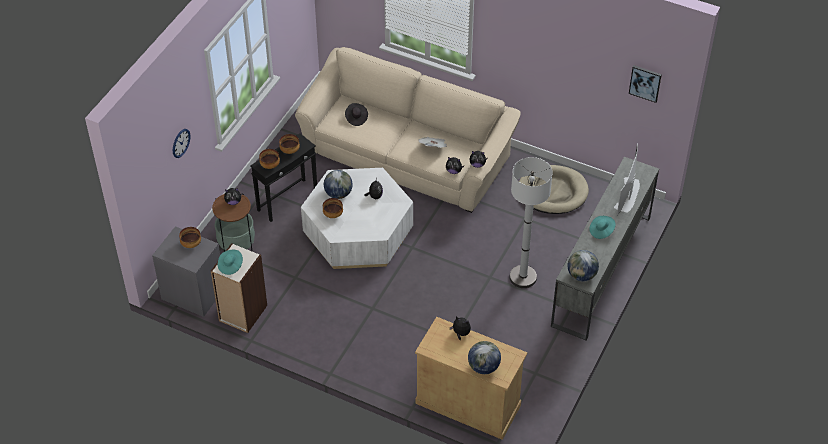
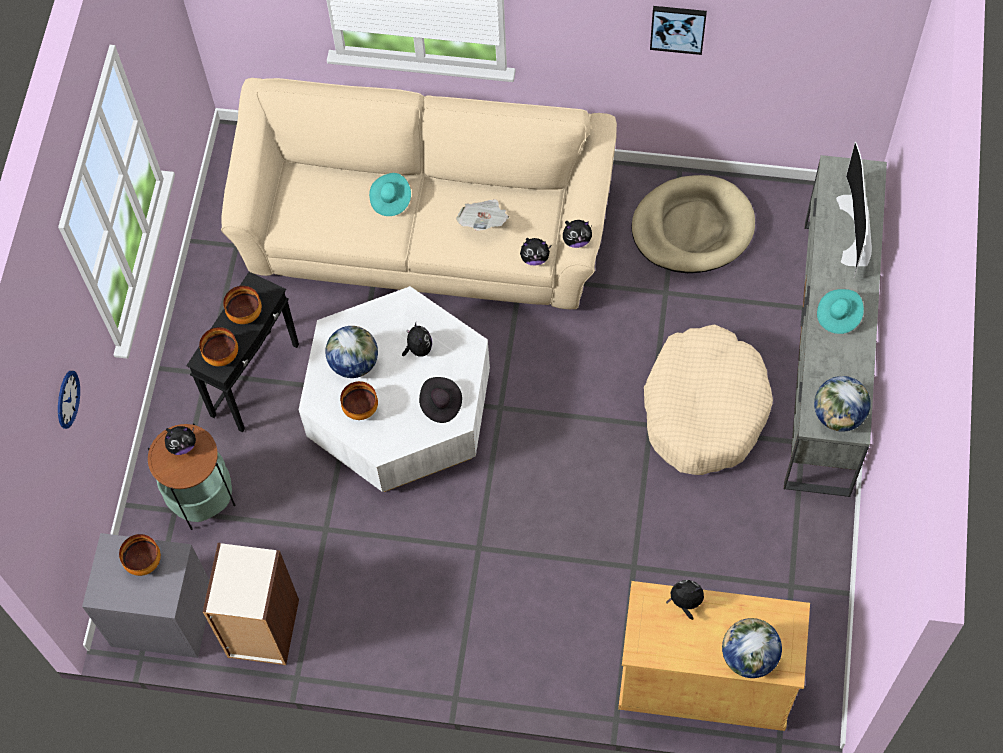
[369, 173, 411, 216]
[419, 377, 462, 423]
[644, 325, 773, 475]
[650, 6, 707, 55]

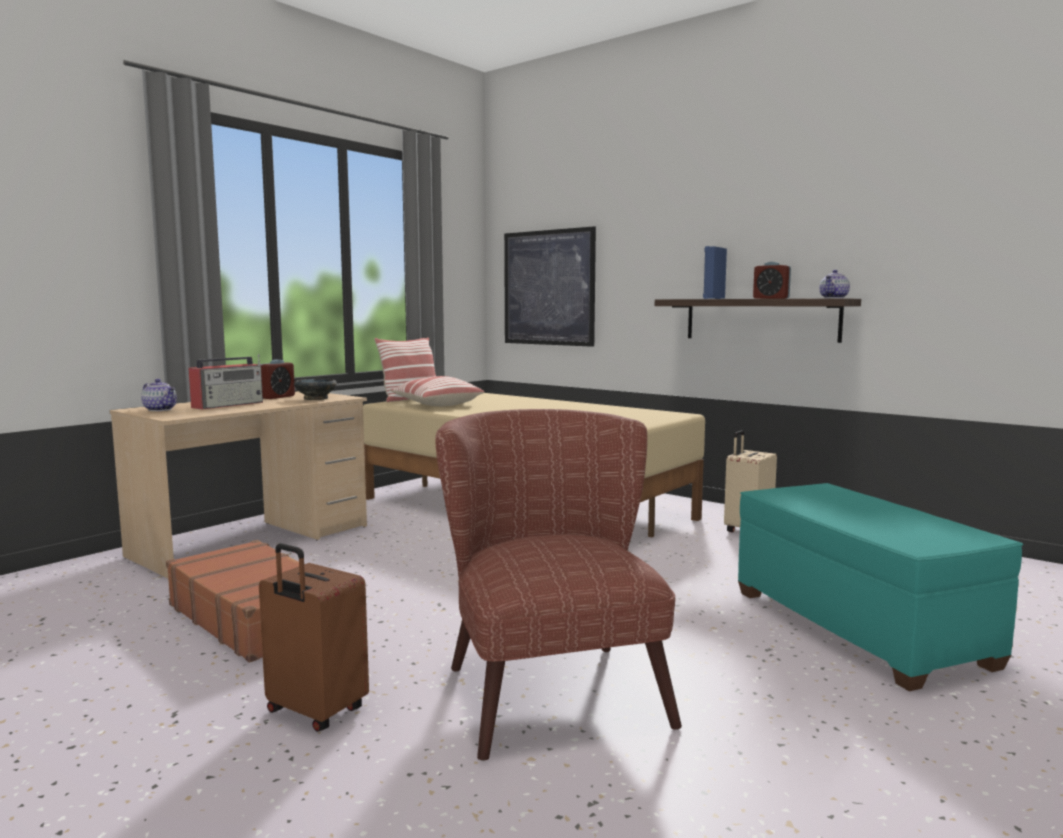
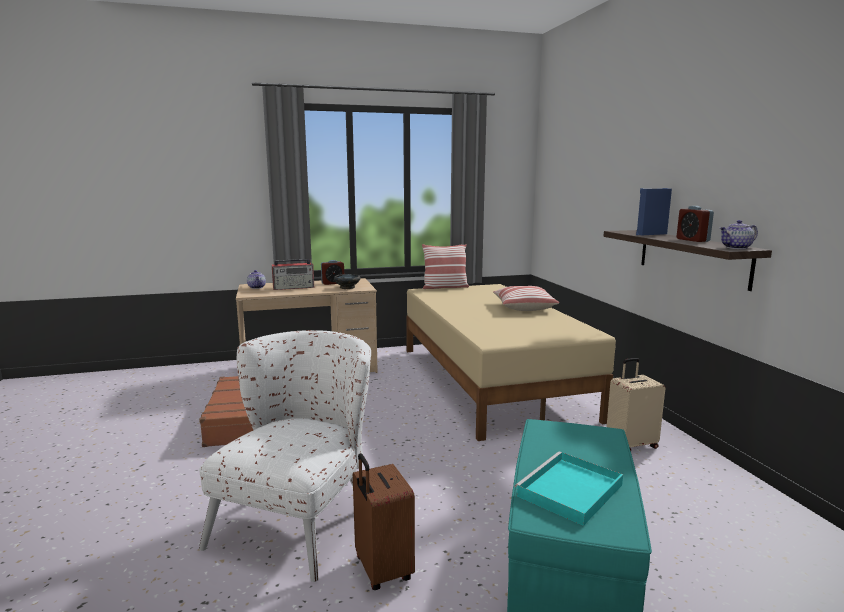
[353, 453, 415, 590]
[493, 286, 559, 311]
[199, 330, 371, 582]
[504, 226, 596, 347] (first image)
[514, 451, 623, 526]

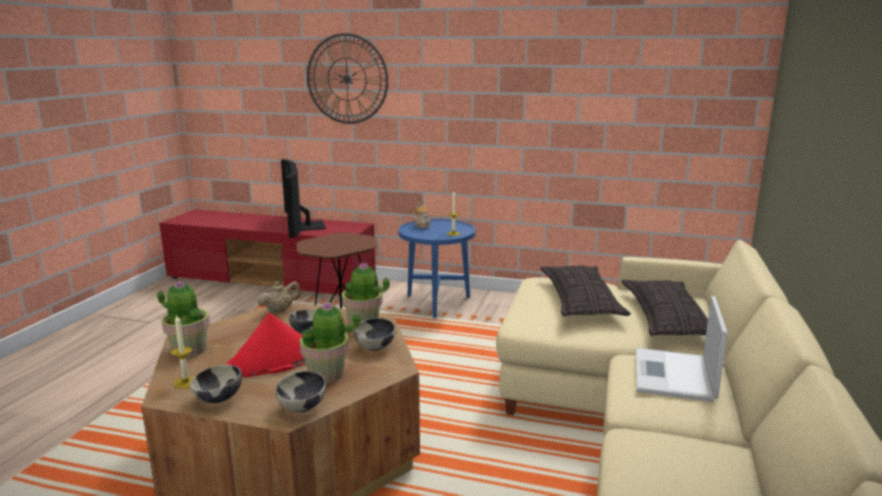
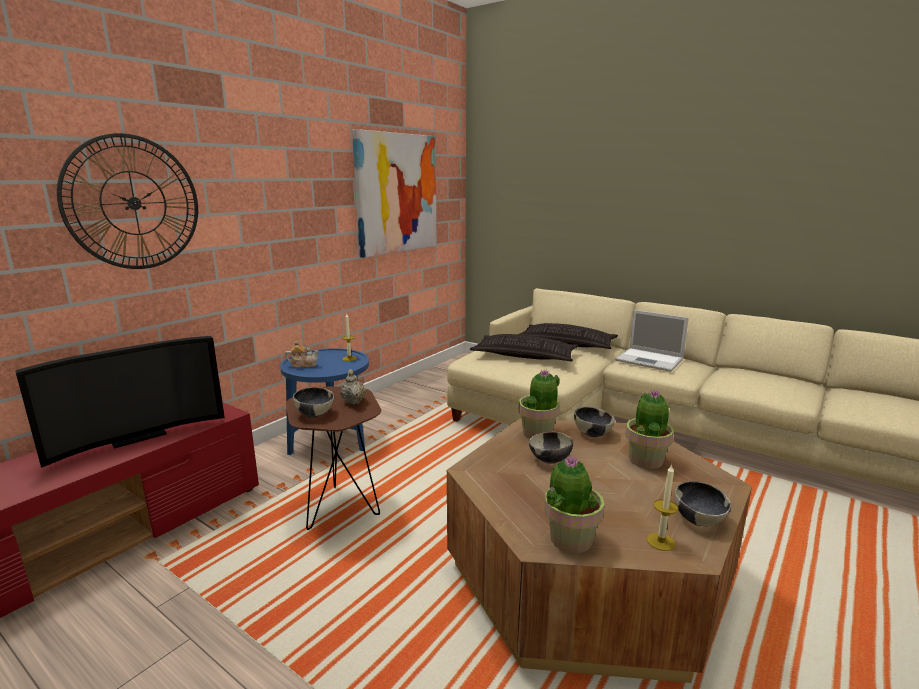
[226, 313, 306, 377] (first image)
[340, 369, 366, 404]
[293, 387, 334, 418]
[15, 336, 225, 468]
[352, 129, 437, 258]

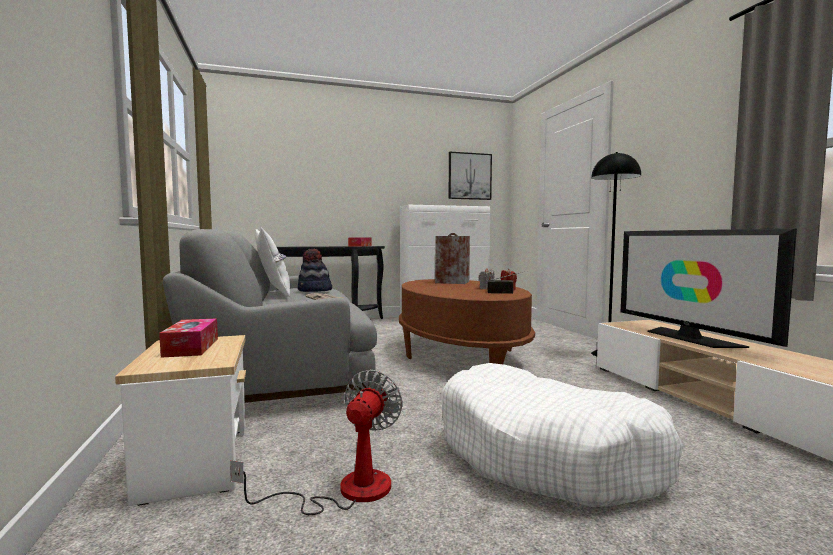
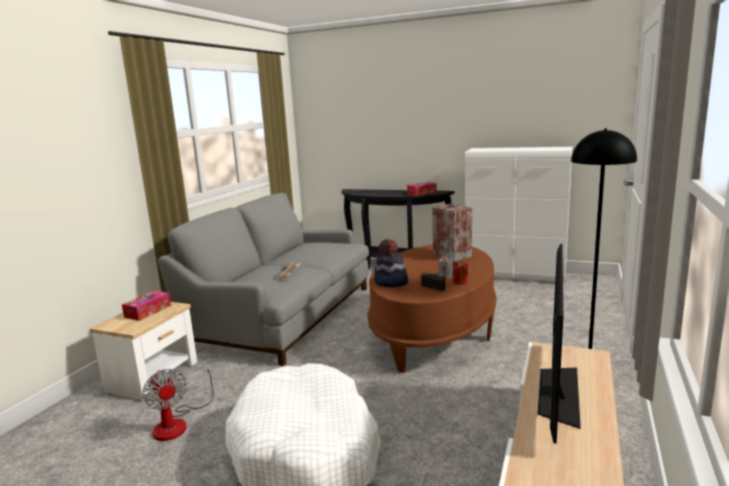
[142, 363, 214, 441]
[255, 228, 290, 297] (first image)
[374, 239, 408, 287]
[449, 152, 492, 200] (first image)

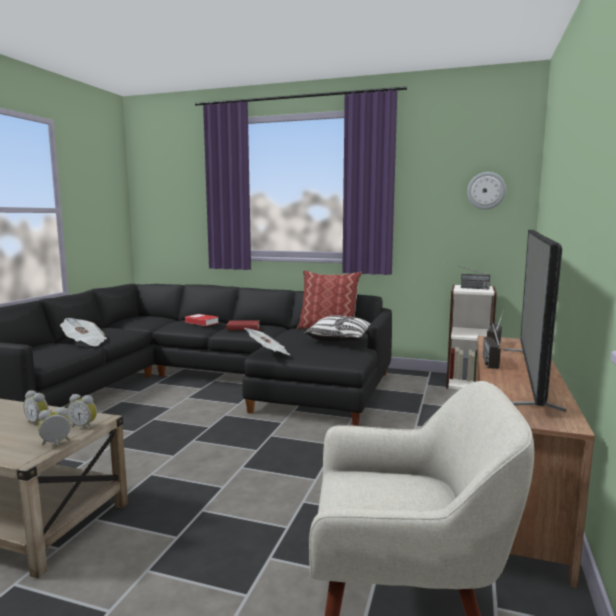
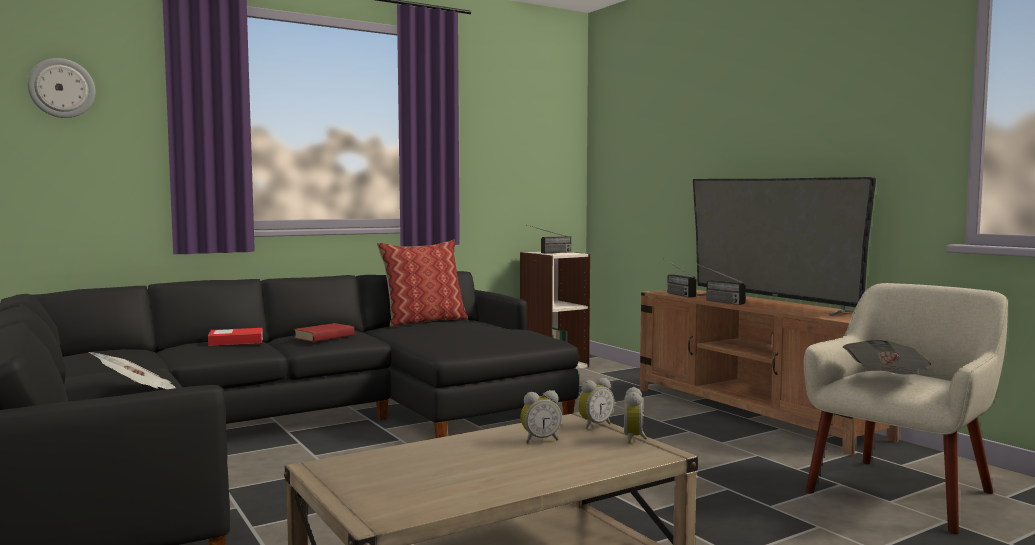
[843, 340, 931, 375]
[305, 315, 371, 341] (first image)
[27, 58, 95, 118]

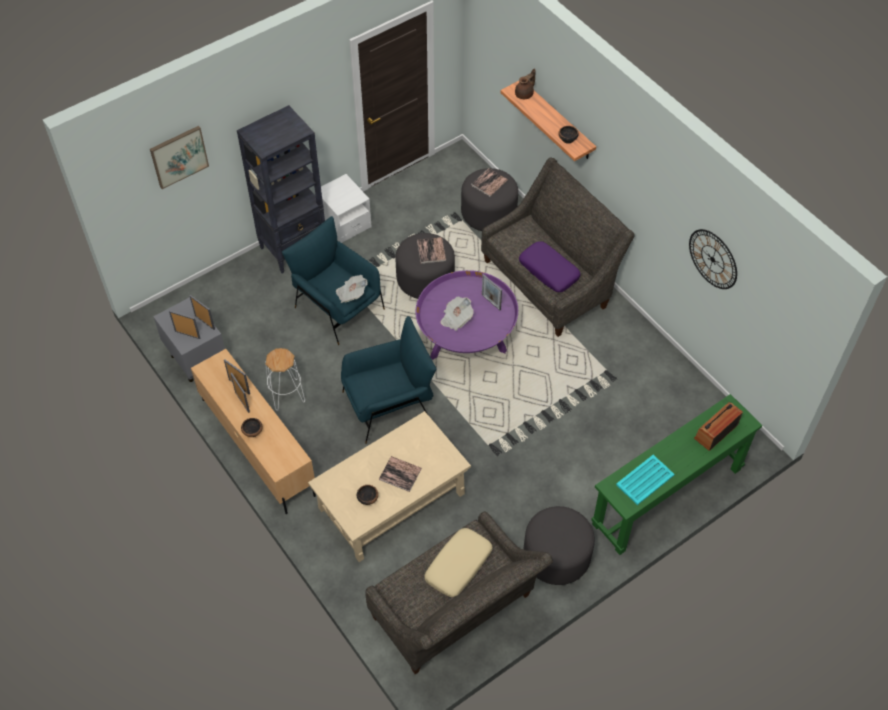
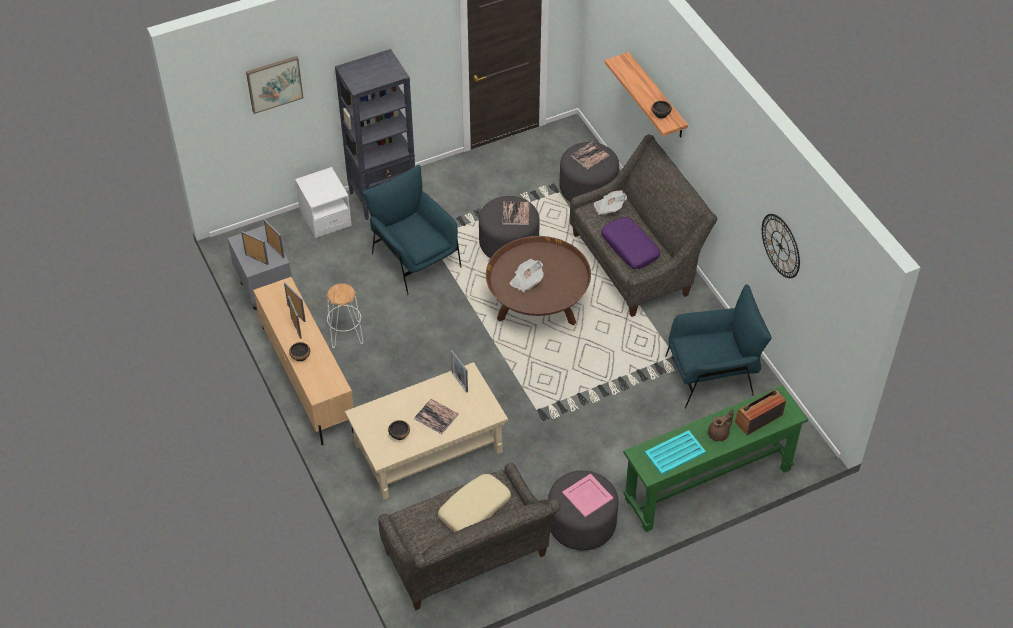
[295, 167, 352, 238]
[594, 190, 627, 215]
[665, 284, 772, 409]
[486, 236, 591, 326]
[451, 351, 468, 392]
[708, 409, 734, 441]
[562, 474, 614, 517]

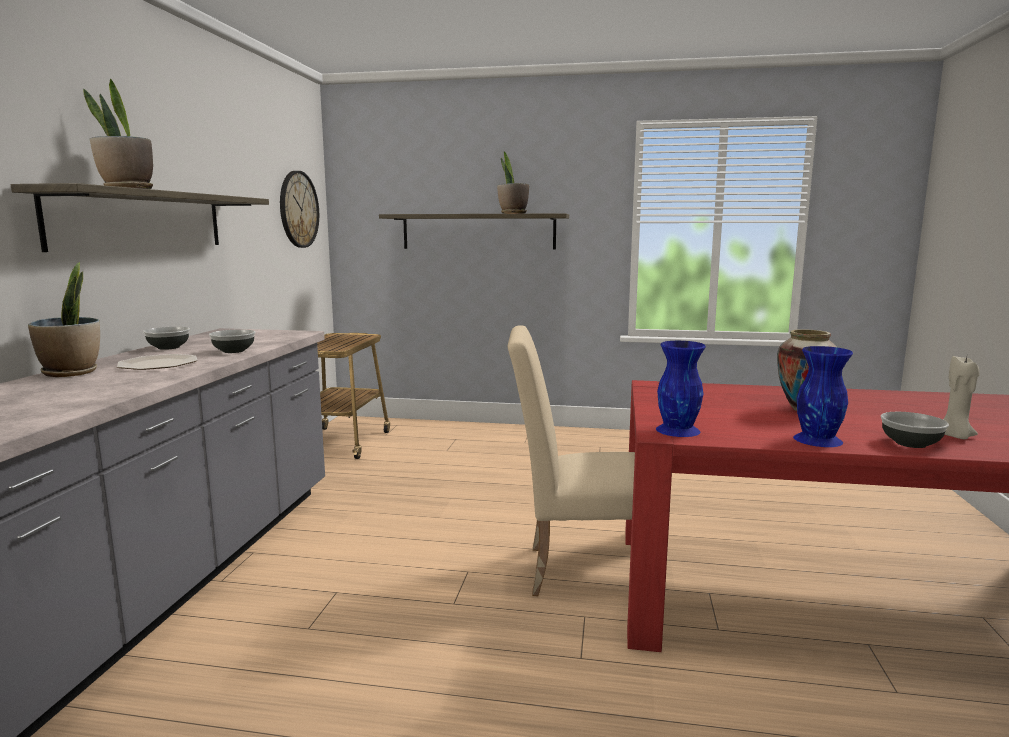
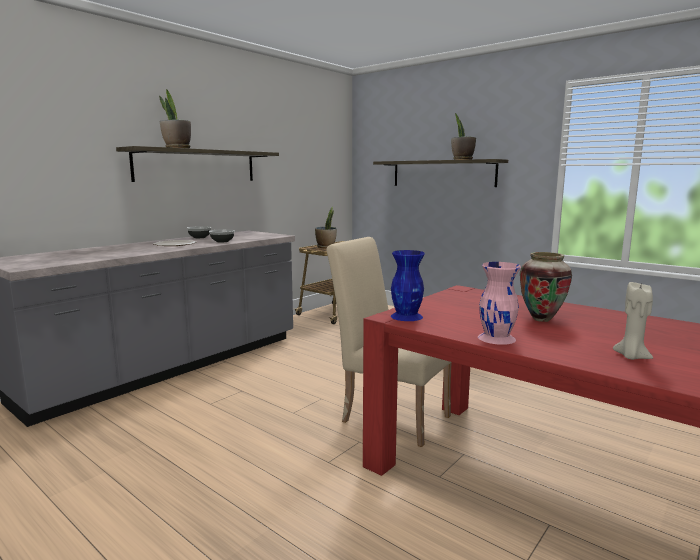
[315, 207, 337, 248]
[280, 171, 319, 248] (first image)
[478, 262, 521, 345]
[881, 412, 949, 448] (first image)

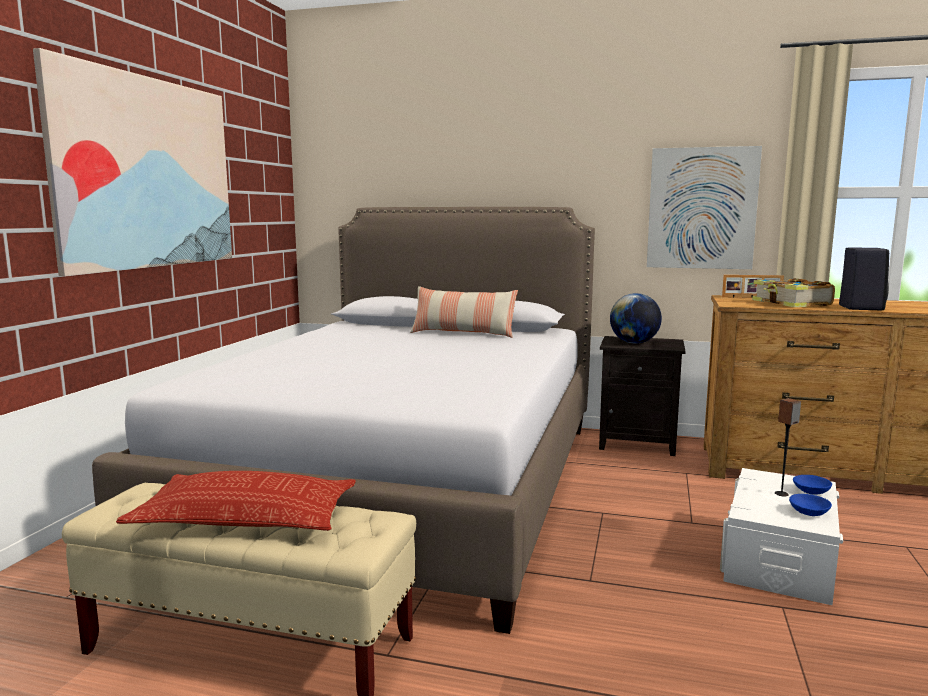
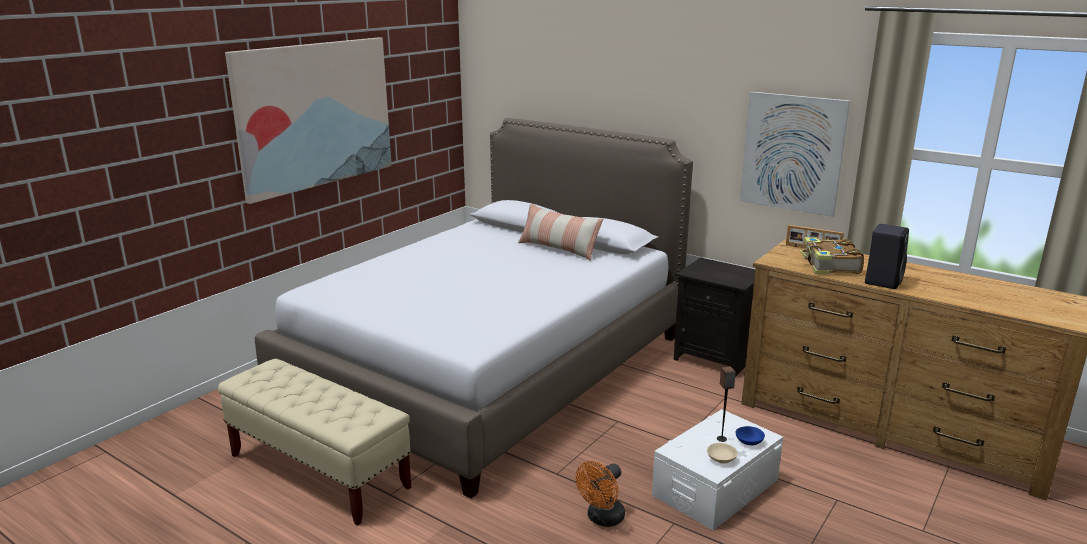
[116, 471, 356, 531] (first image)
[610, 293, 662, 344] (first image)
[707, 443, 738, 464]
[576, 461, 625, 527]

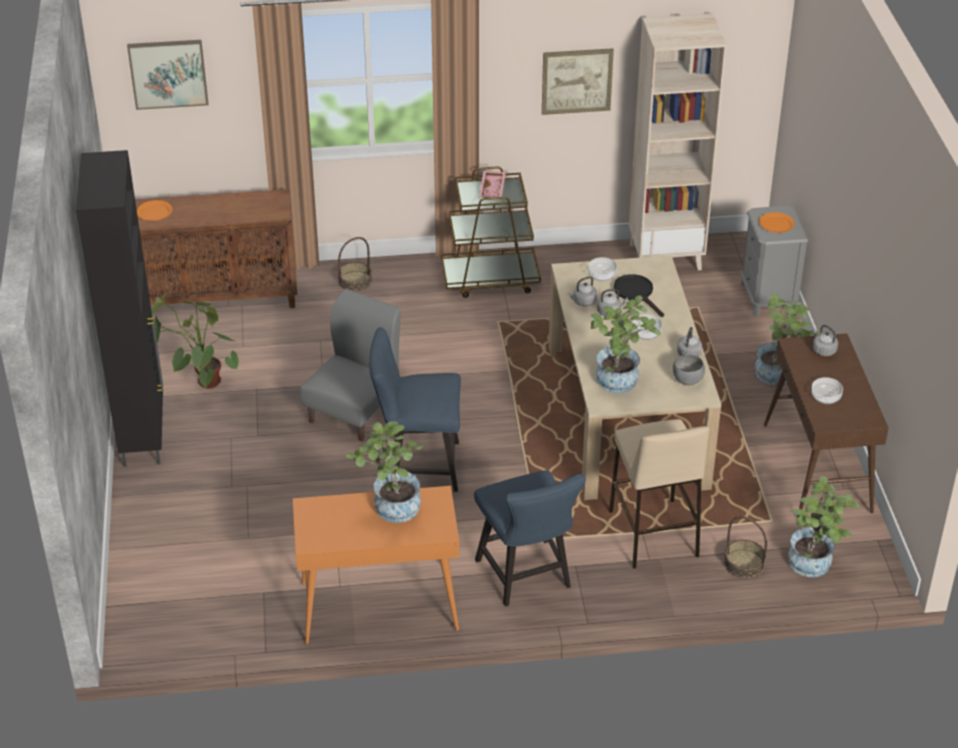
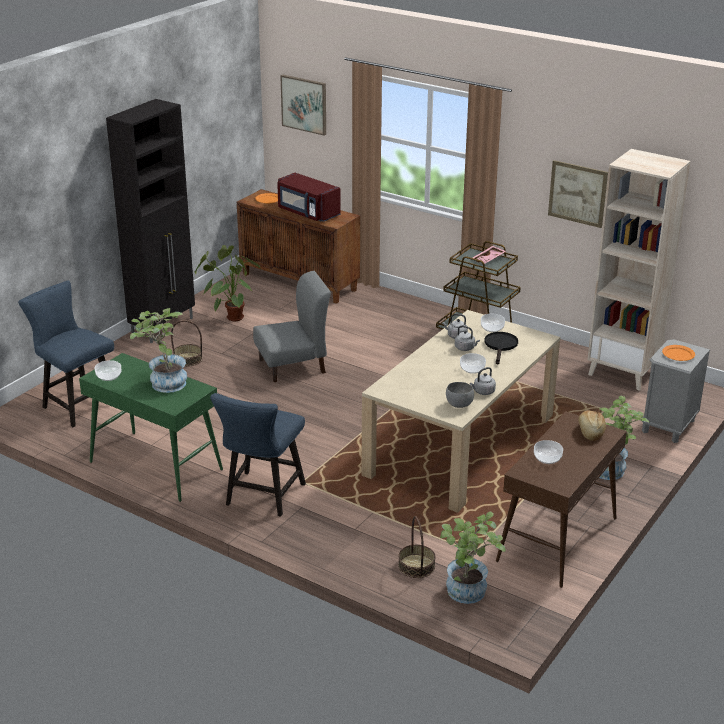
[79, 353, 223, 502]
[171, 320, 202, 367]
[18, 280, 114, 427]
[591, 295, 661, 393] (first image)
[609, 419, 709, 569] (first image)
[578, 410, 606, 441]
[95, 360, 121, 381]
[277, 173, 340, 222]

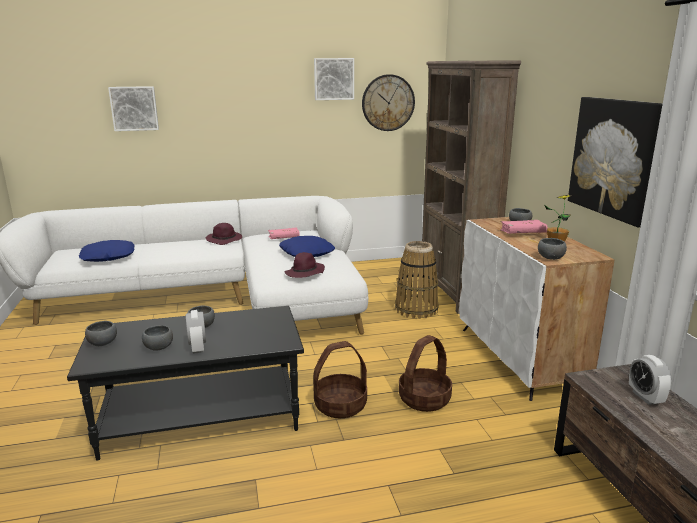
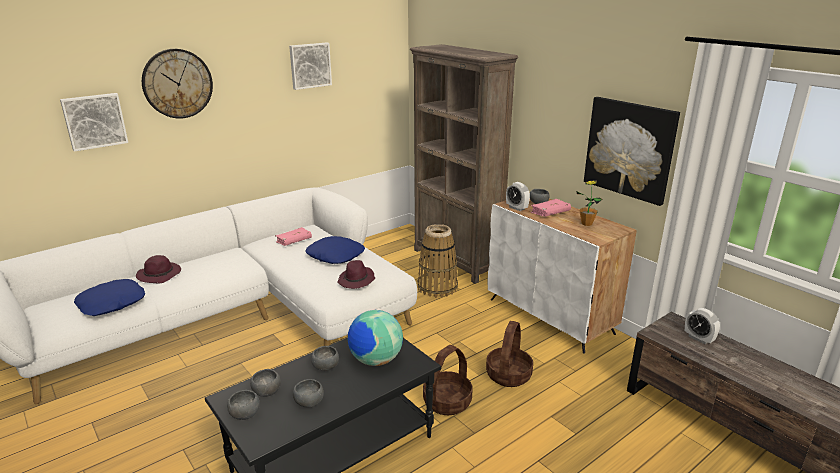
[506, 182, 530, 211]
[136, 255, 181, 283]
[142, 49, 213, 119]
[250, 369, 281, 397]
[348, 310, 403, 366]

